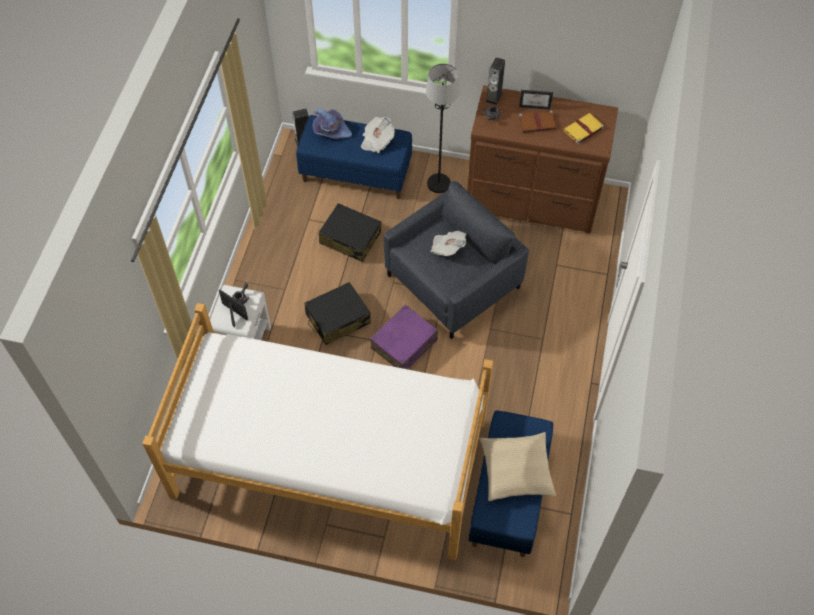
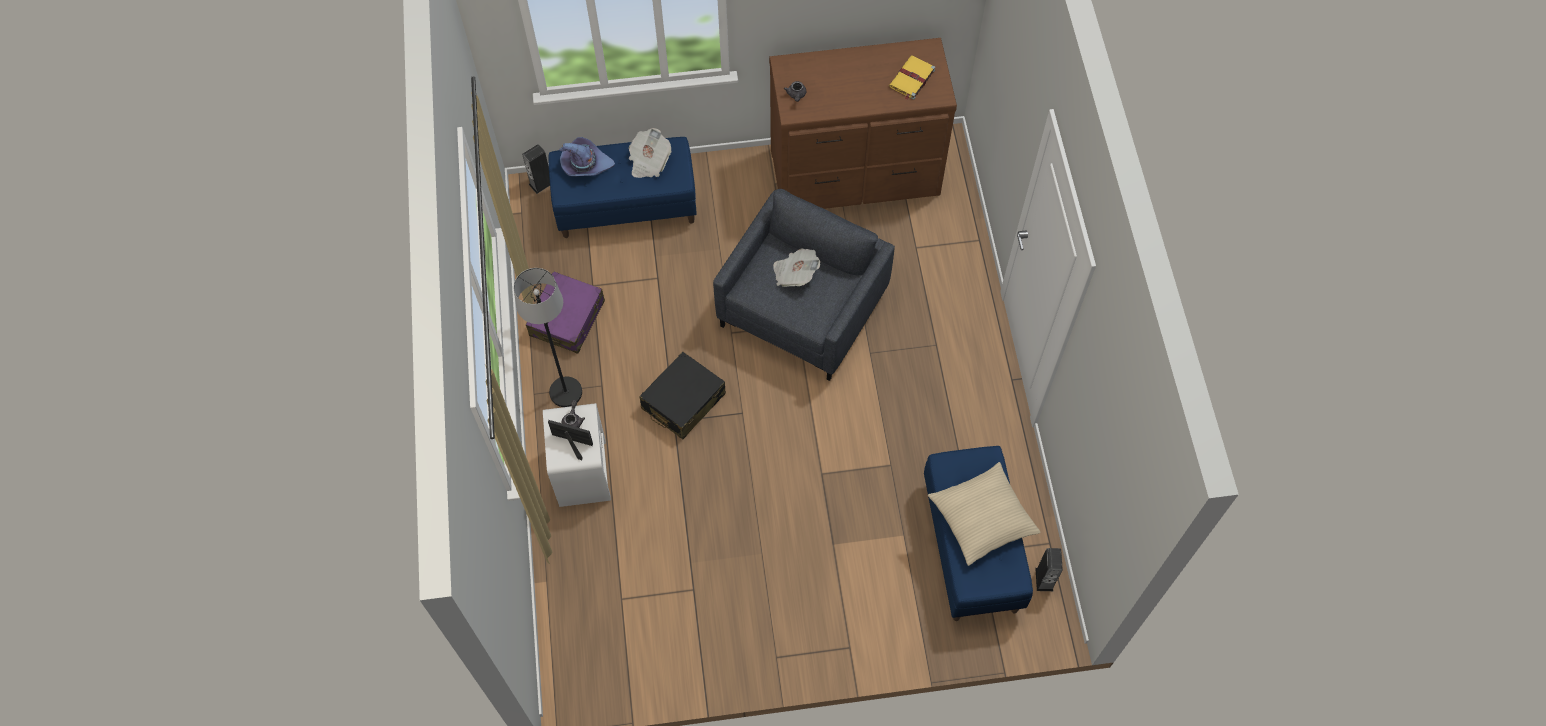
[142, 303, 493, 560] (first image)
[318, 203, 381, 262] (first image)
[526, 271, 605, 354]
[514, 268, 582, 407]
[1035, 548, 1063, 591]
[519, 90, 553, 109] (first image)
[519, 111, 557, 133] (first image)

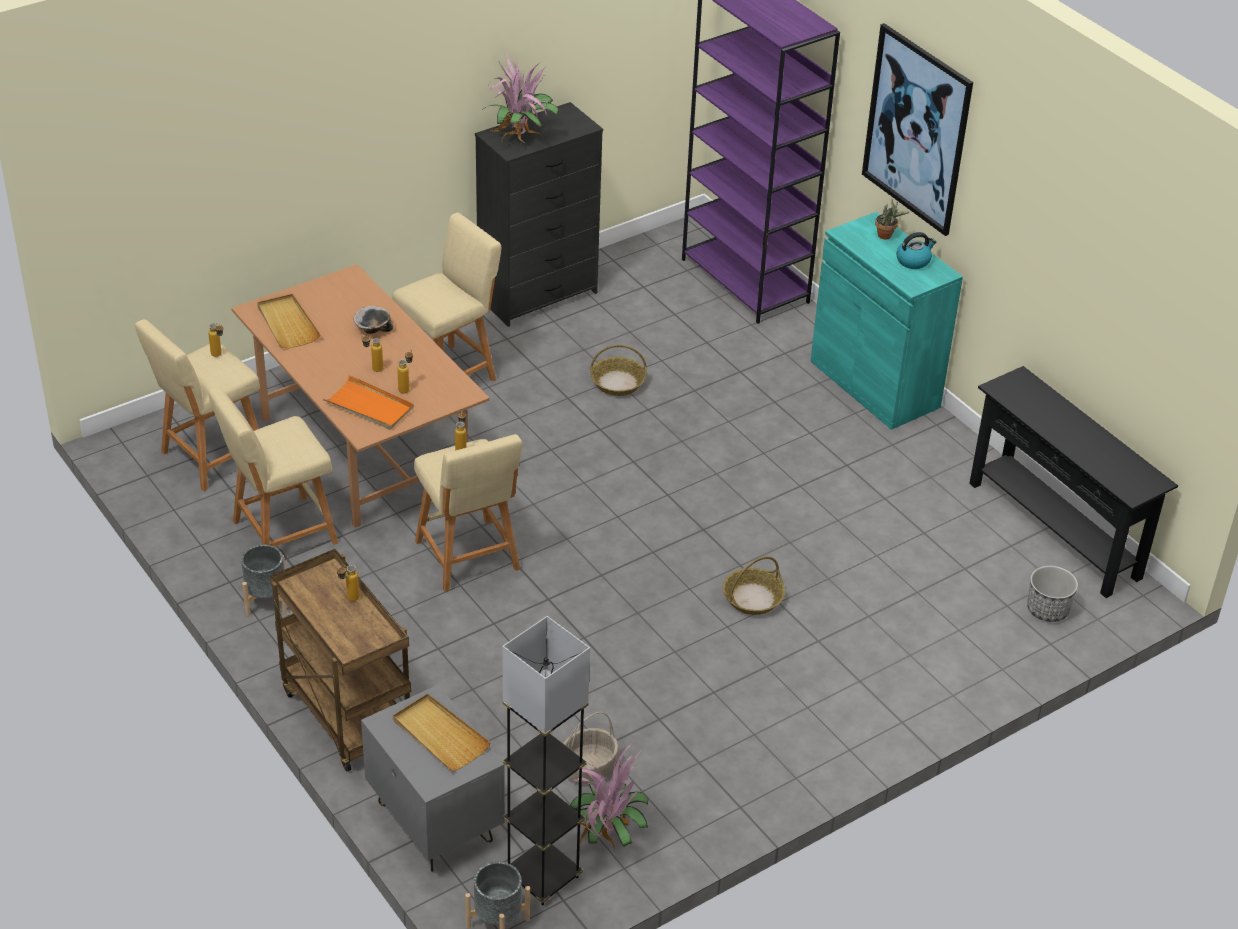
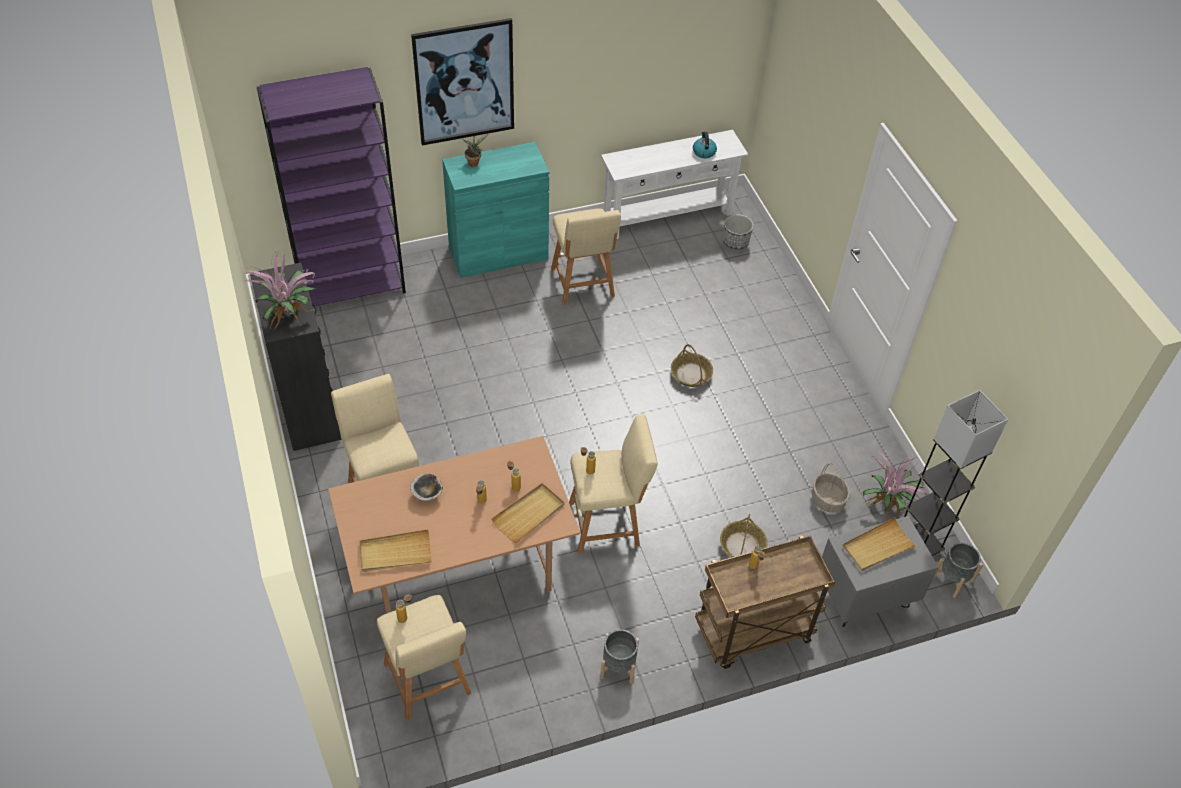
[551, 209, 621, 305]
[491, 483, 564, 543]
[720, 514, 768, 557]
[693, 132, 717, 158]
[601, 130, 748, 239]

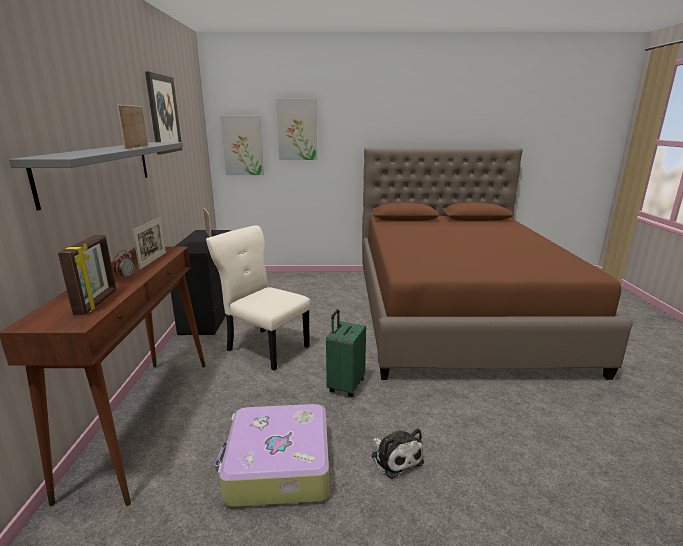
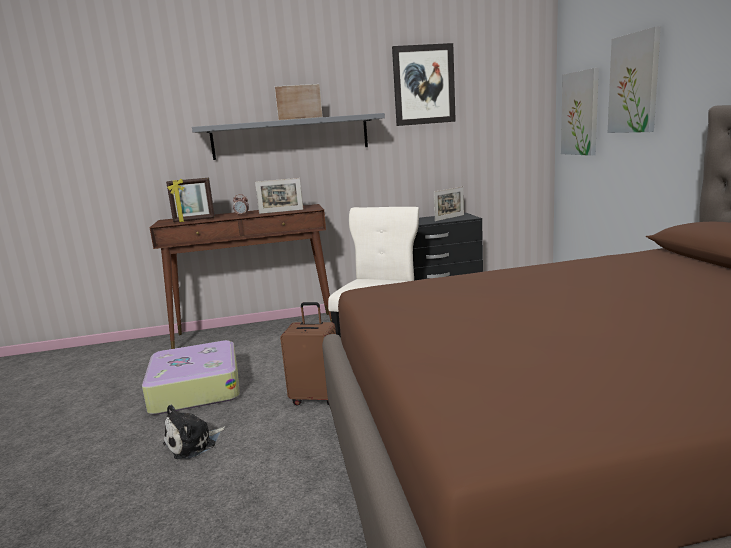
[280, 302, 336, 406]

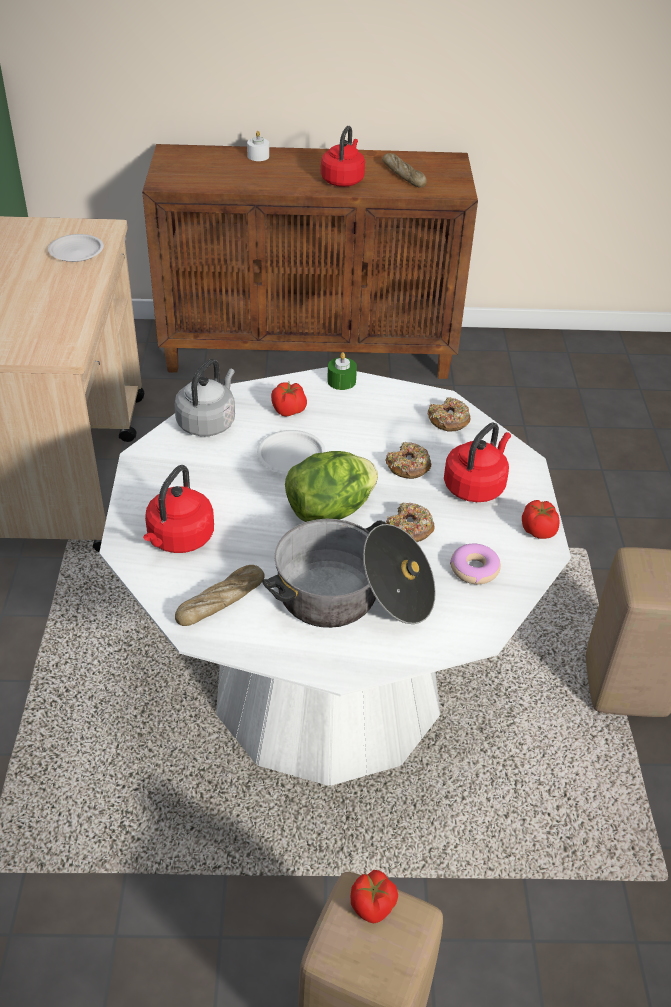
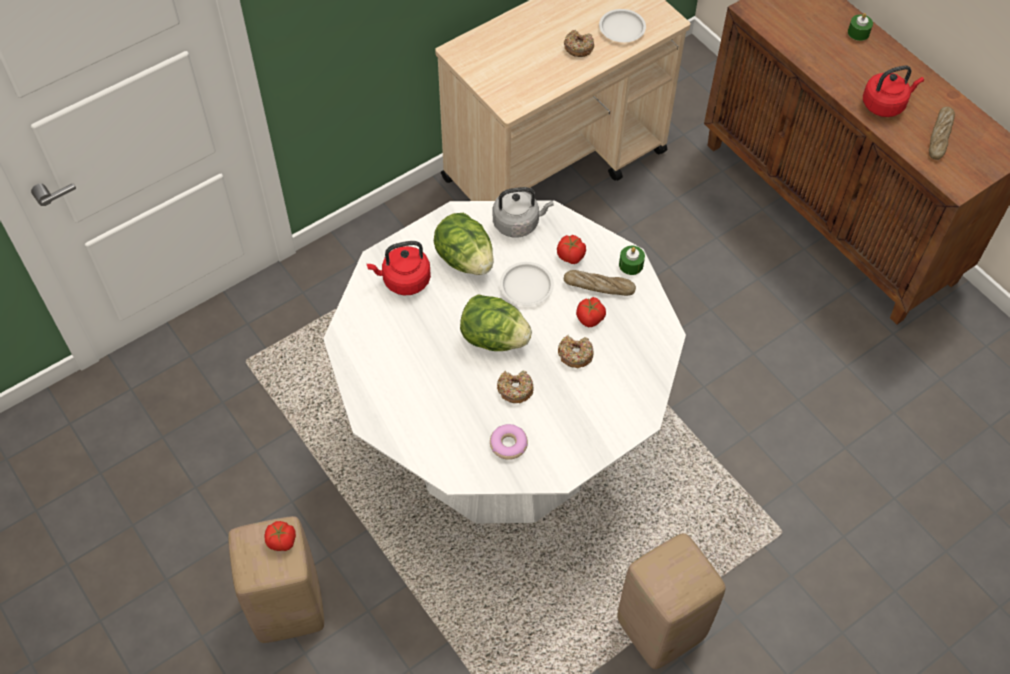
[563, 270, 636, 296]
[848, 13, 873, 41]
[262, 519, 436, 628] (first image)
[564, 29, 594, 57]
[444, 422, 511, 502] (first image)
[576, 297, 606, 327]
[434, 213, 494, 275]

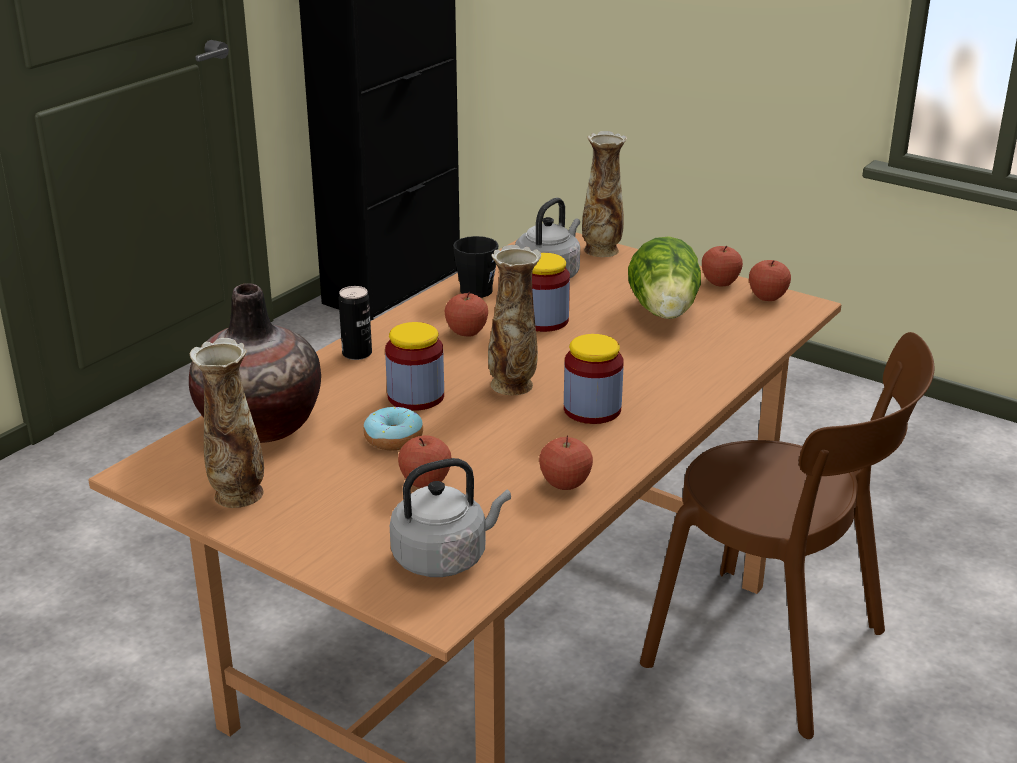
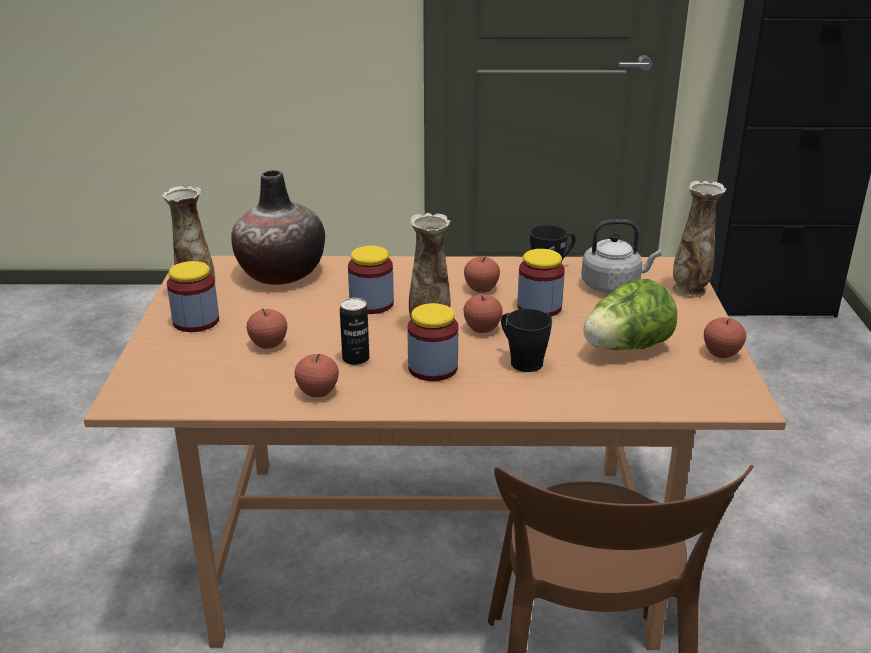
[340, 298, 369, 365]
[363, 407, 423, 450] (first image)
[390, 458, 511, 577] (first image)
[464, 294, 503, 333]
[167, 261, 219, 332]
[501, 309, 552, 372]

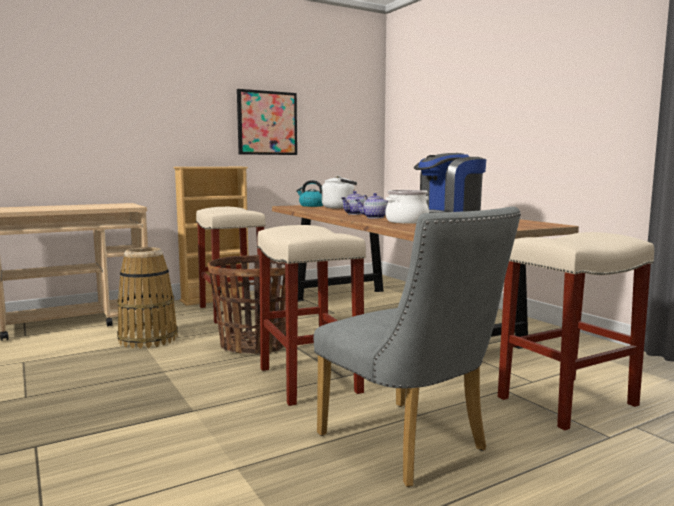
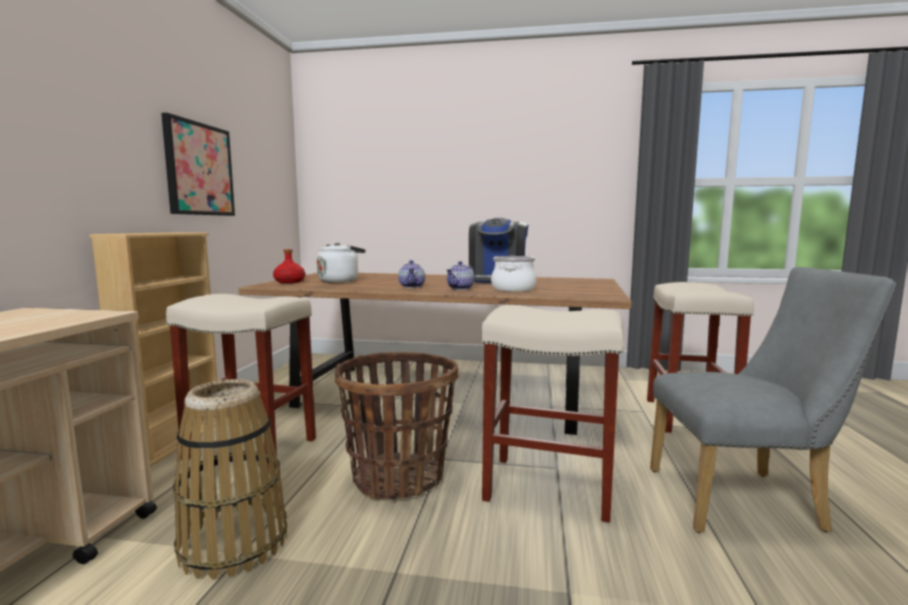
[273, 249, 305, 283]

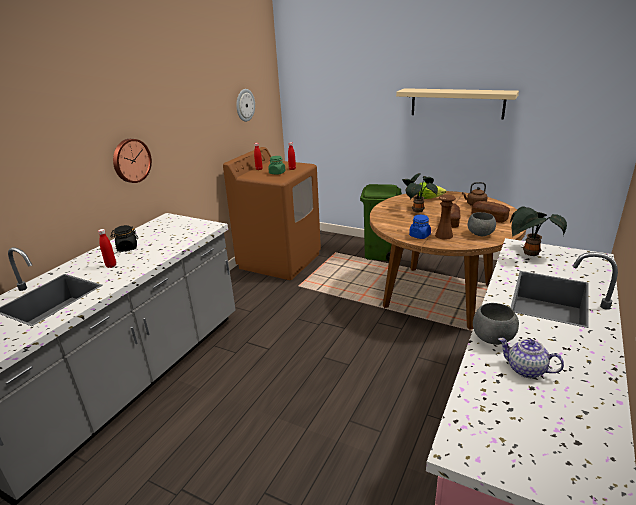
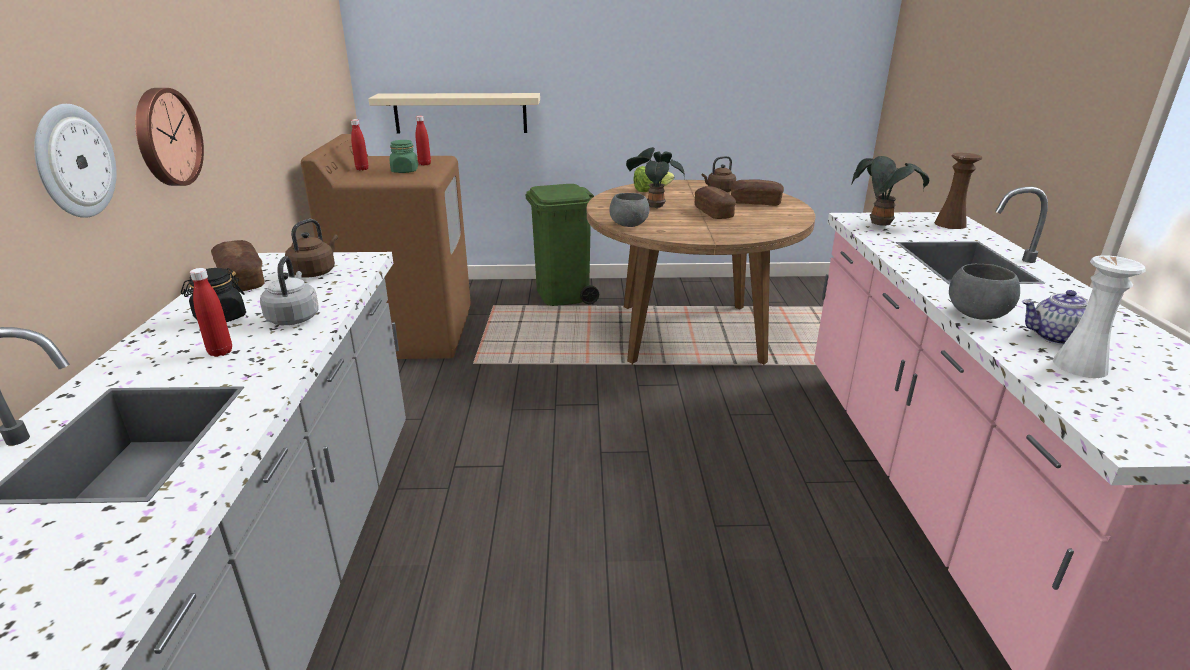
[34, 104, 117, 218]
[368, 93, 540, 134]
[409, 215, 431, 239] (first image)
[934, 153, 982, 229]
[609, 193, 649, 227]
[211, 240, 265, 291]
[260, 256, 319, 325]
[285, 219, 338, 277]
[1053, 255, 1146, 378]

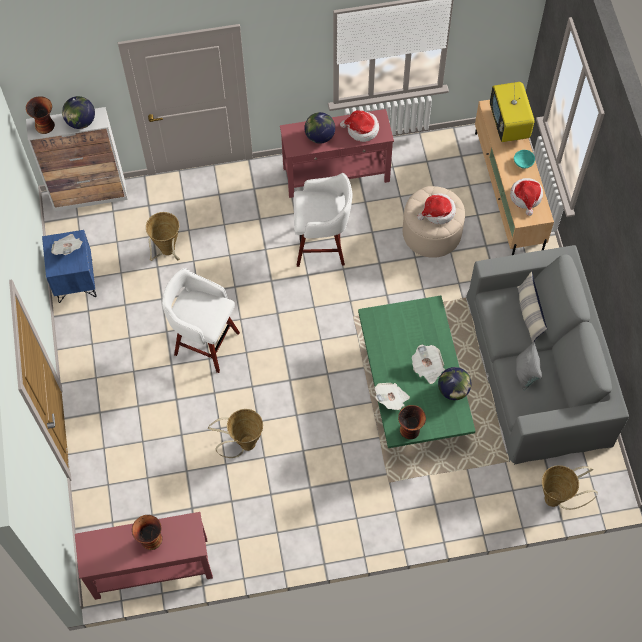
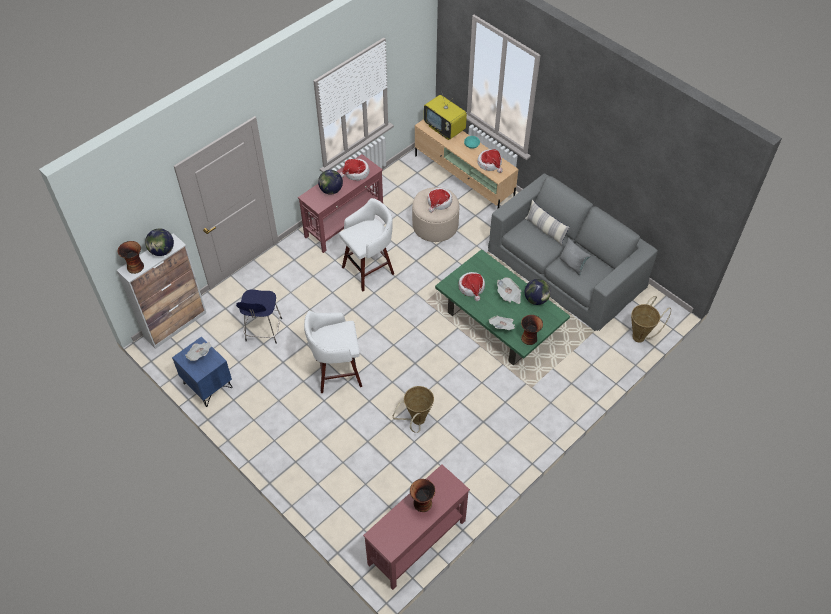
[236, 289, 282, 344]
[459, 272, 485, 301]

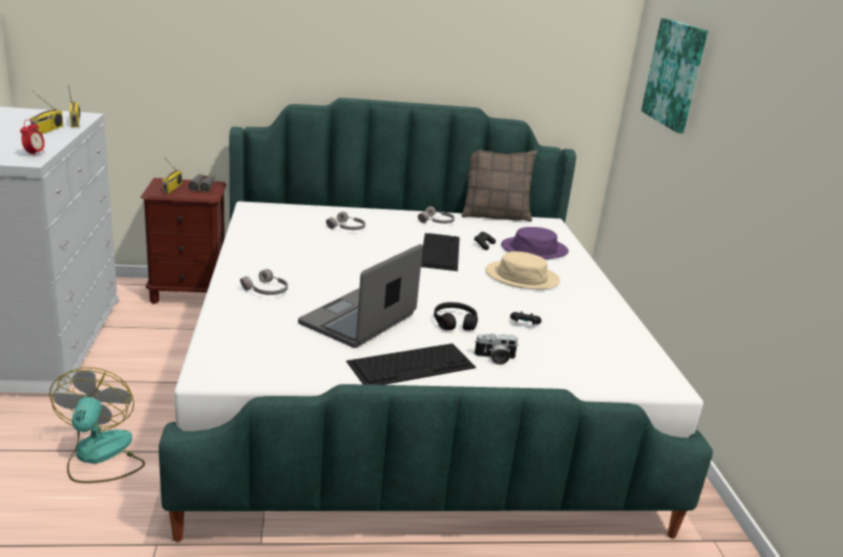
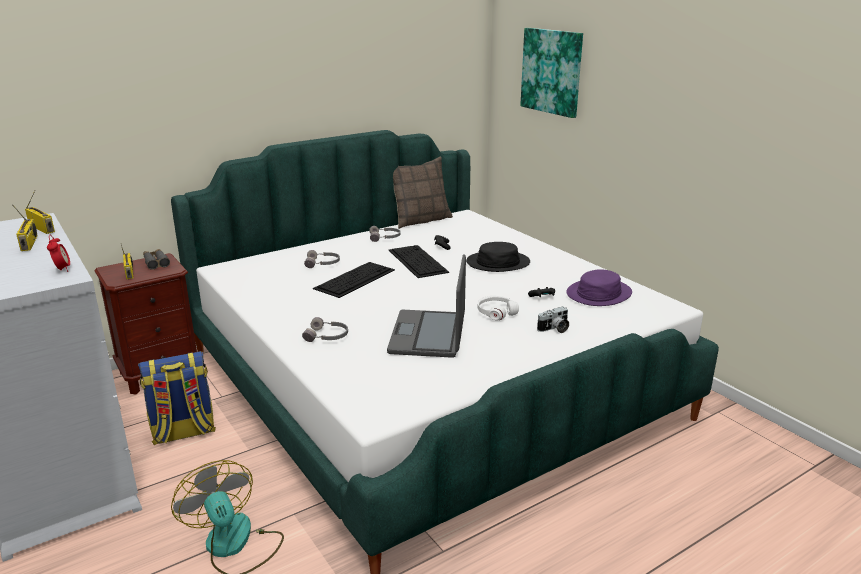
[313, 262, 395, 298]
[478, 296, 519, 320]
[466, 242, 530, 272]
[566, 269, 632, 306]
[138, 351, 216, 445]

